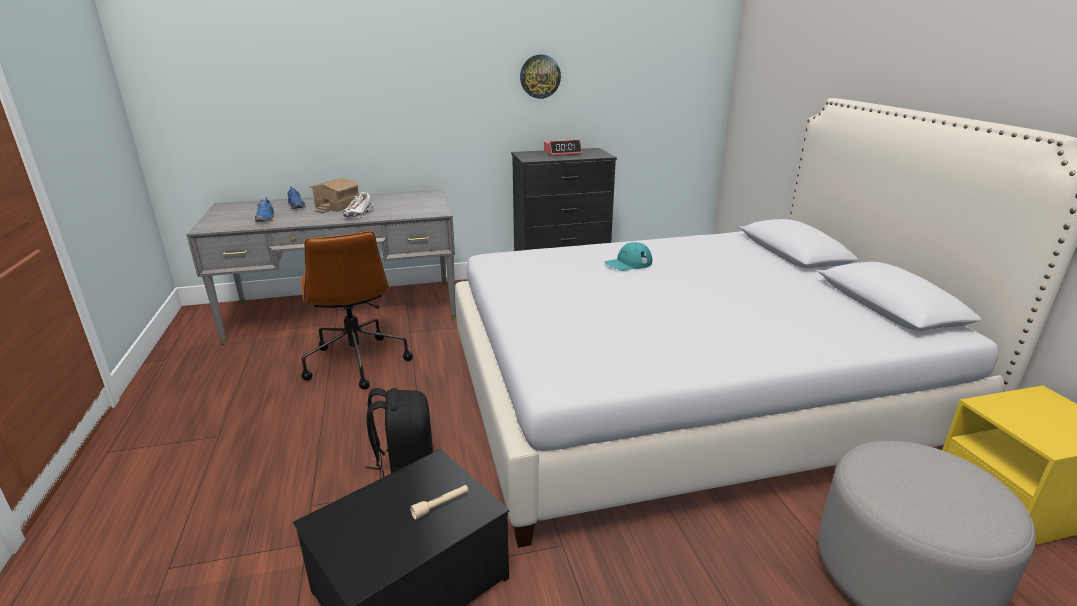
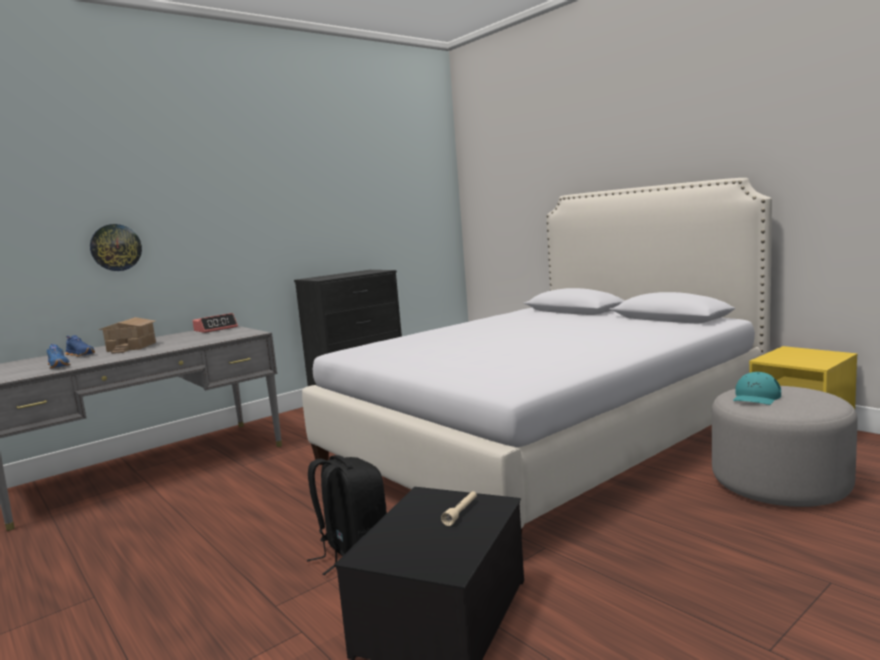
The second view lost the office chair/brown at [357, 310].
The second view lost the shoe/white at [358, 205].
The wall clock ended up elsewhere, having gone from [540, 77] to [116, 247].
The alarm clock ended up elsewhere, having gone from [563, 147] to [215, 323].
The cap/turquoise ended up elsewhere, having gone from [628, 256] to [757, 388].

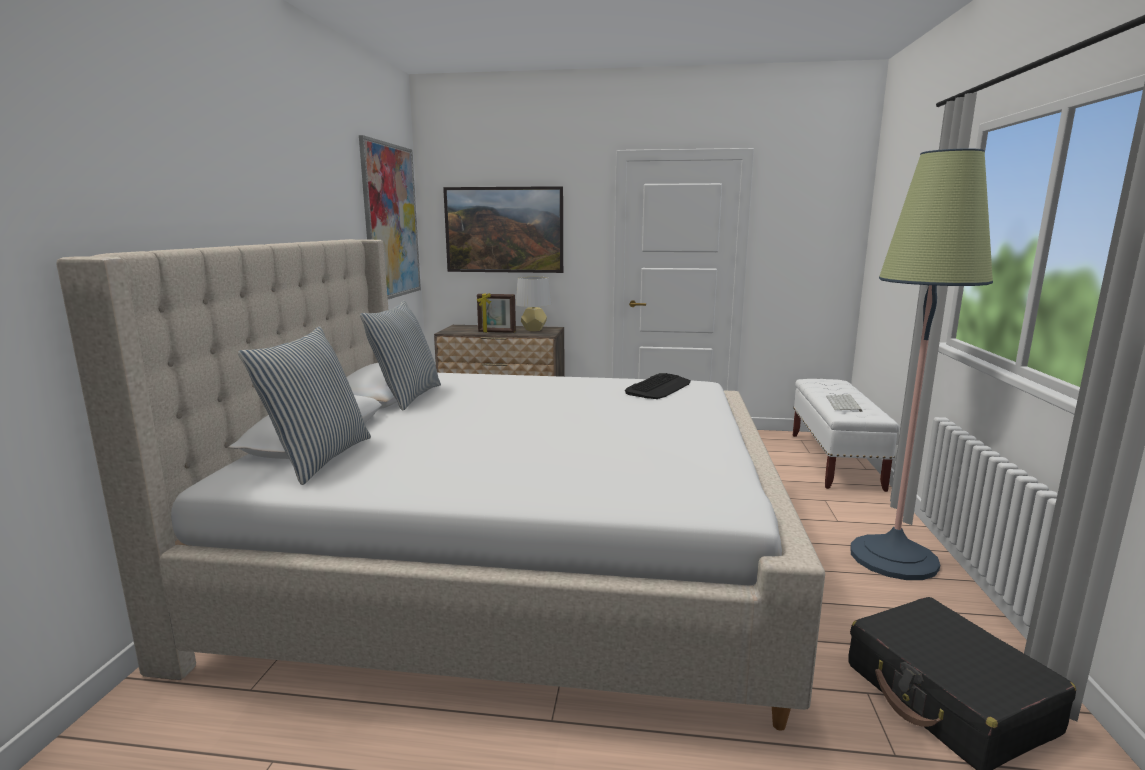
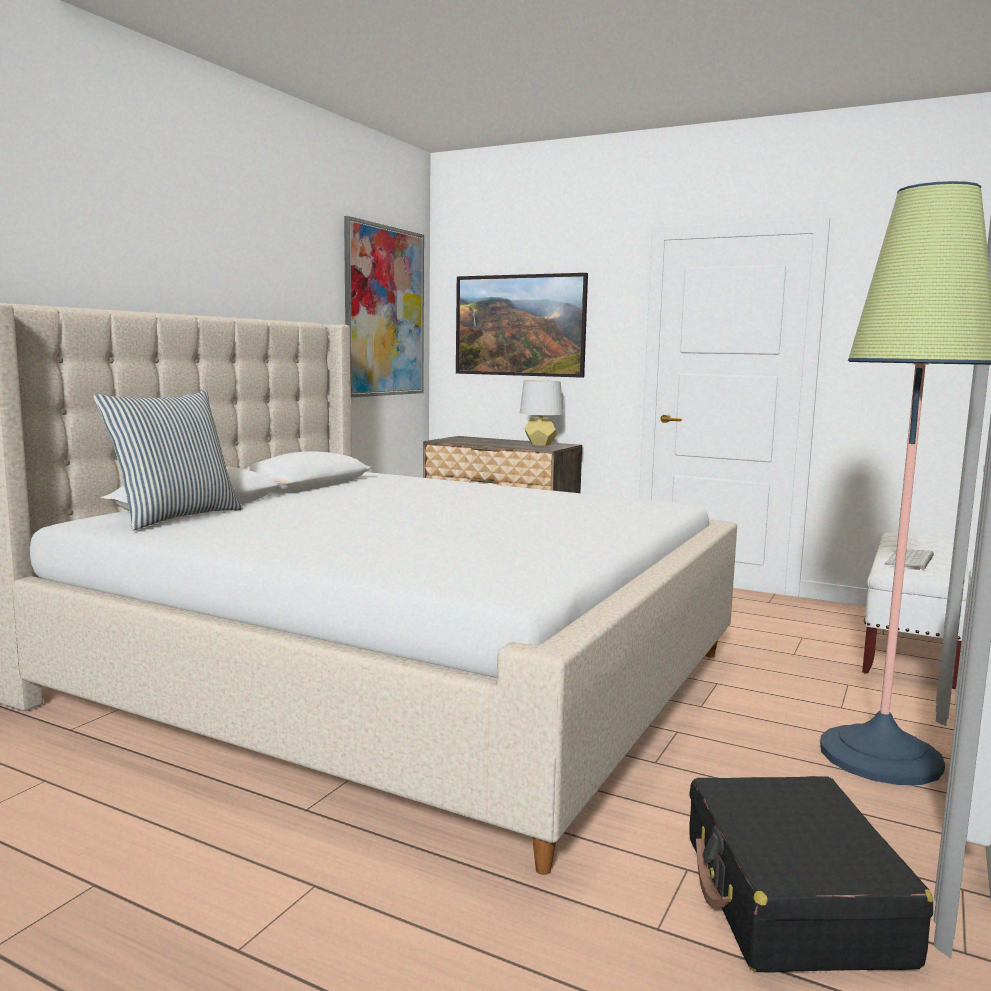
The second view lost the pillow at [400, 355].
The second view lost the picture frame at [496, 313].
The second view lost the keyboard at [658, 386].

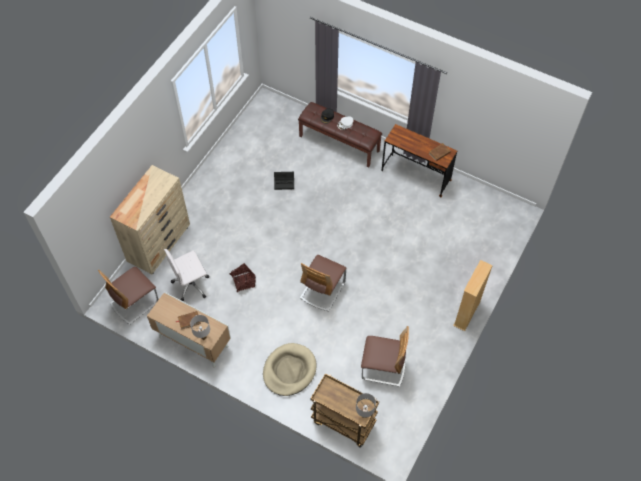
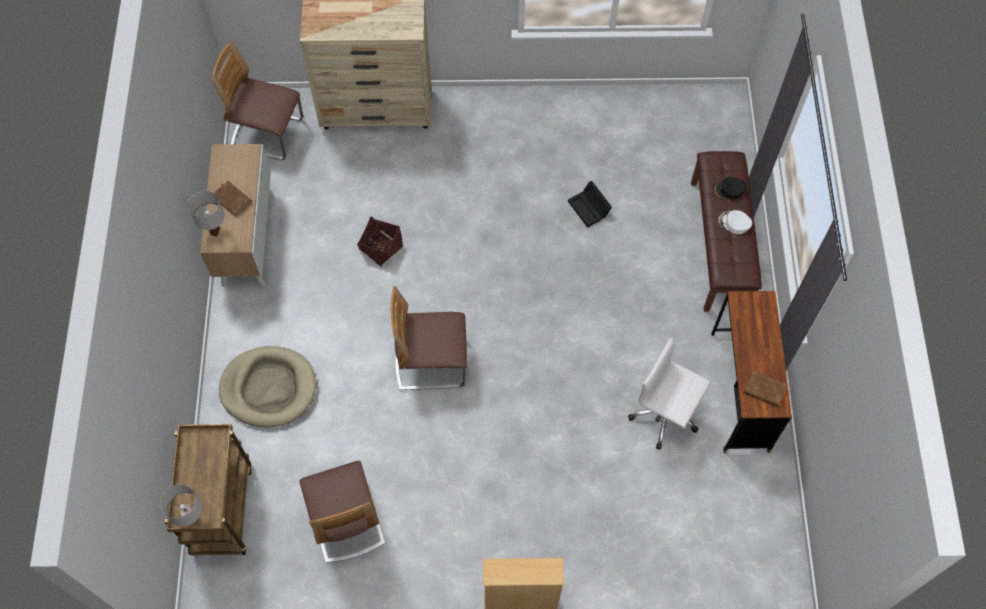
The office chair/white ended up elsewhere, having gone from [186, 275] to [669, 393].

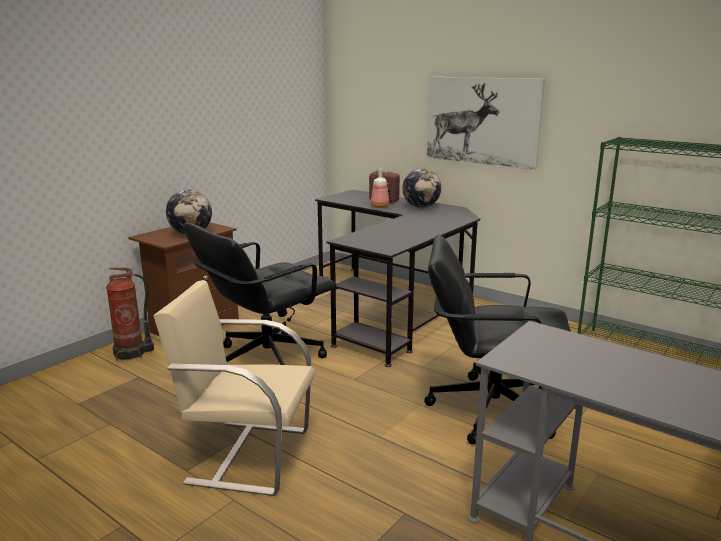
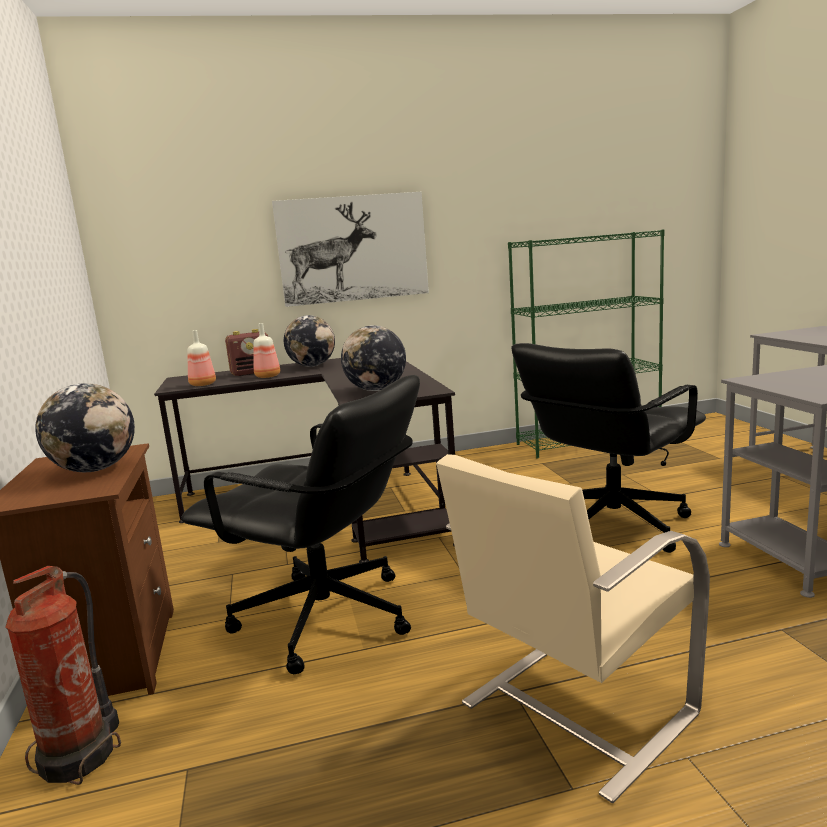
The office chair/black at [260, 294] ended up facing another way, 60 degrees counterclockwise from before.
The second view gained the bottle at [201, 358].
The second view gained the globe at [373, 358].

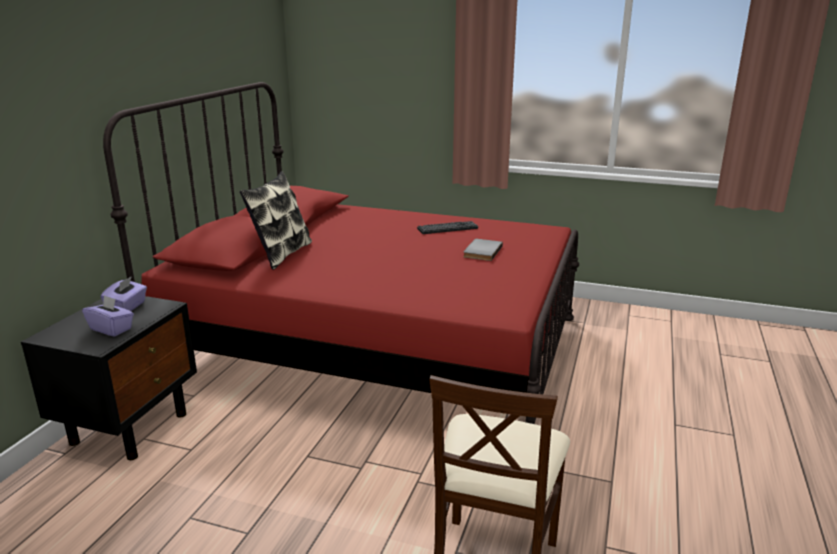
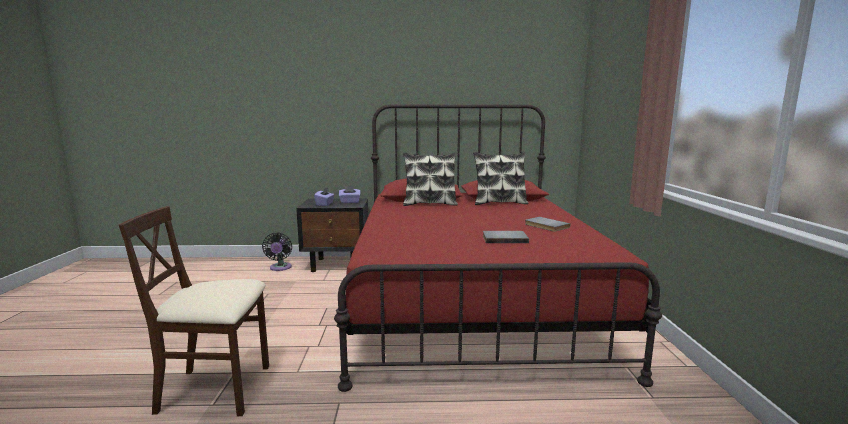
Where the keyboard stood at [447, 227], the book/grey came to stand at [547, 224].
The second view gained the fan/black at [277, 251].
The second view gained the pillow at [500, 178].

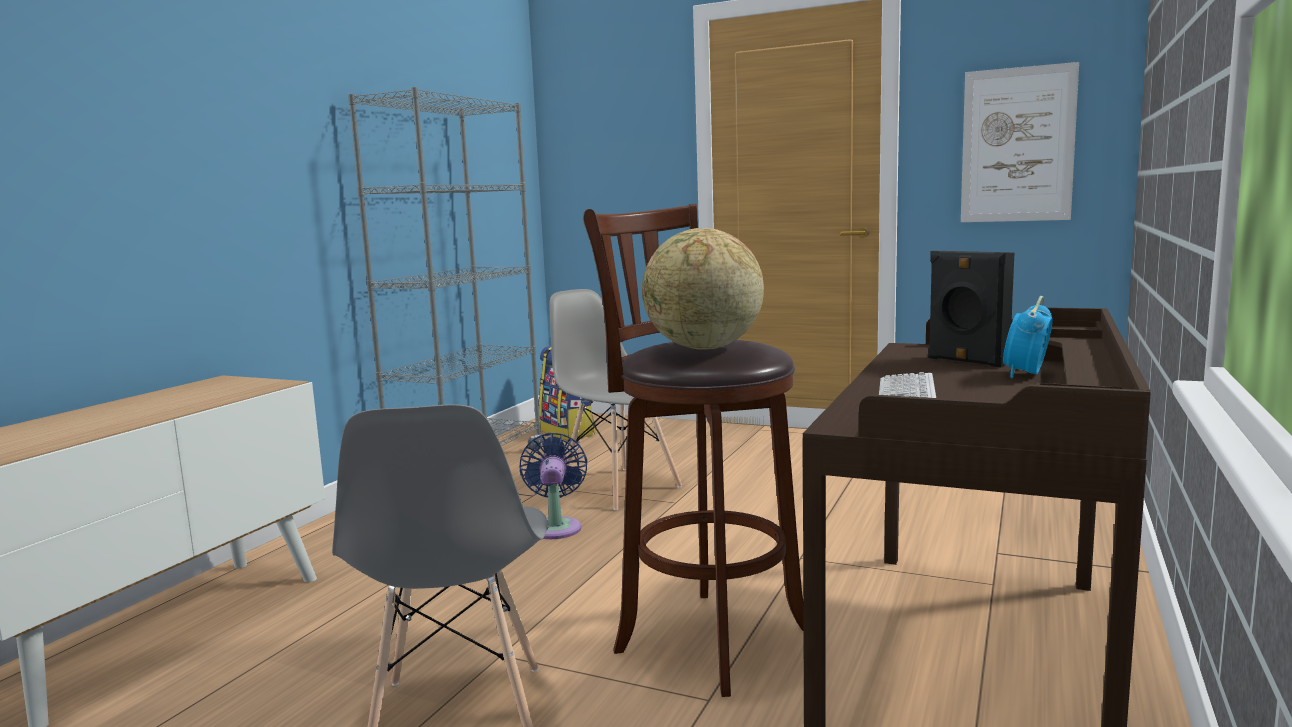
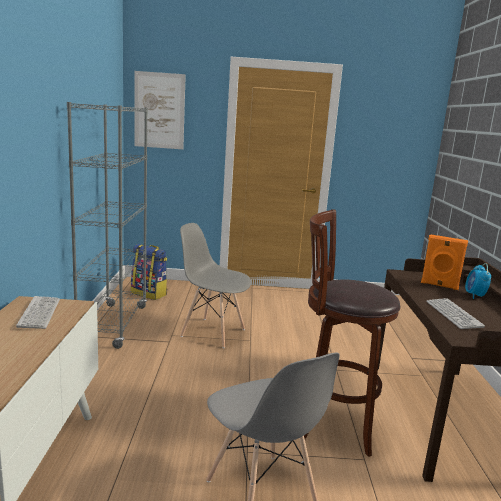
The second view lost the fan/blue at [553, 486].
The second view lost the globe at [703, 288].
What was the speaker/black at [971, 309] turned into the speaker/orange at [444, 262].
The picture ended up elsewhere, having gone from [1020, 142] to [160, 110].
The second view gained the keyboard at [38, 312].

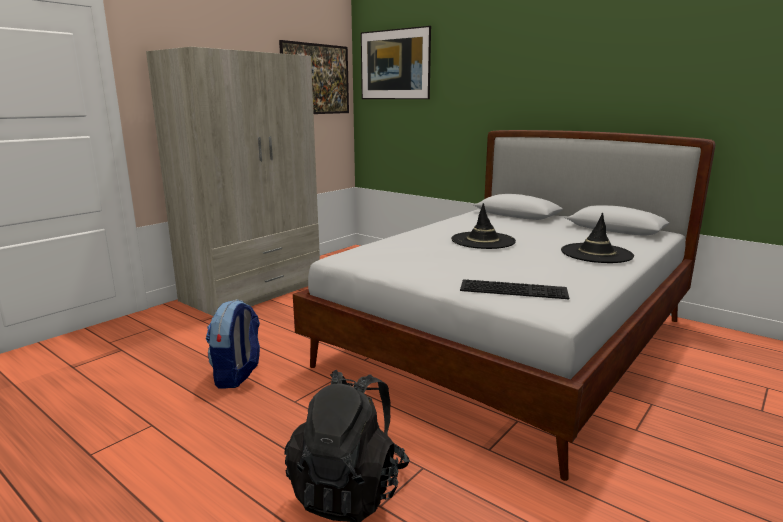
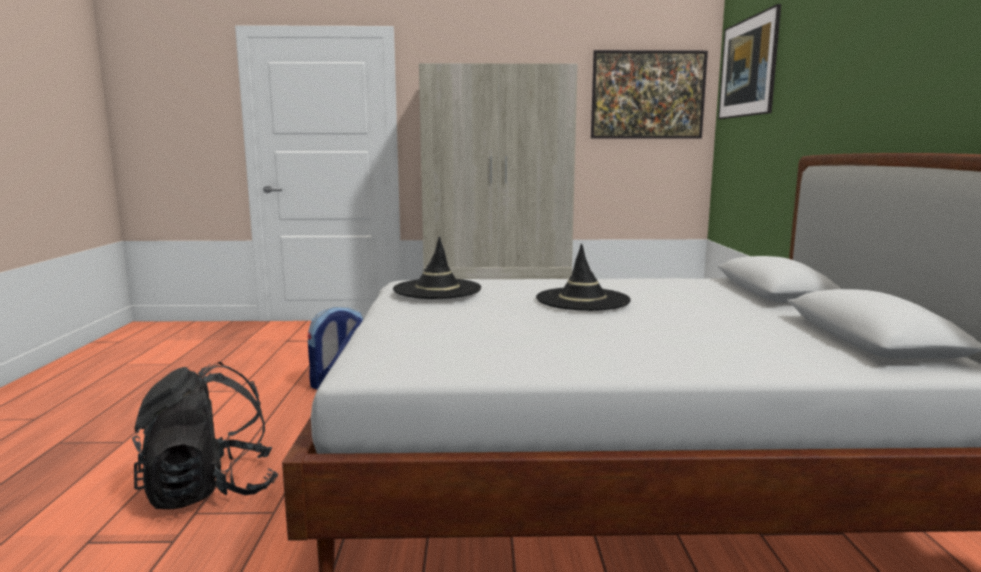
The second view lost the keyboard at [514, 289].
The hat/black ended up elsewhere, having gone from [597, 237] to [437, 267].

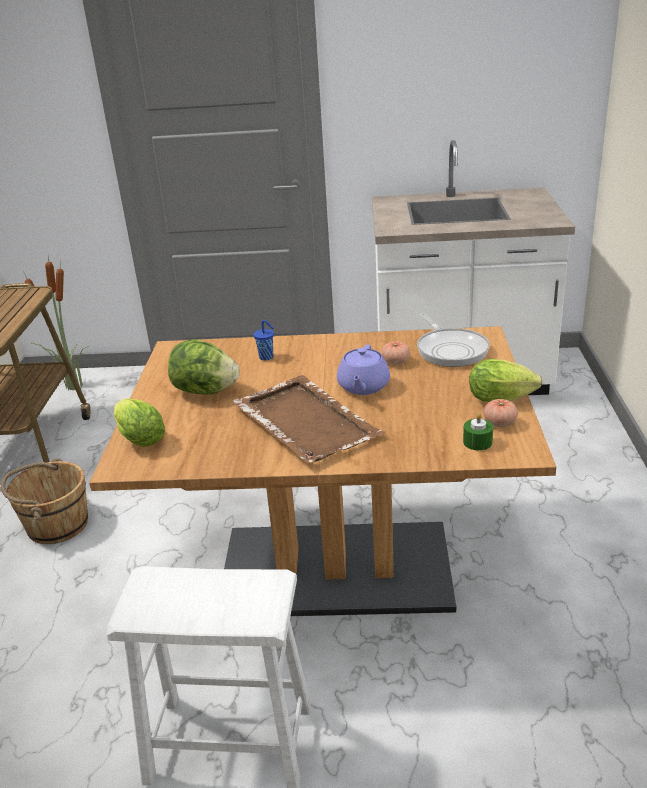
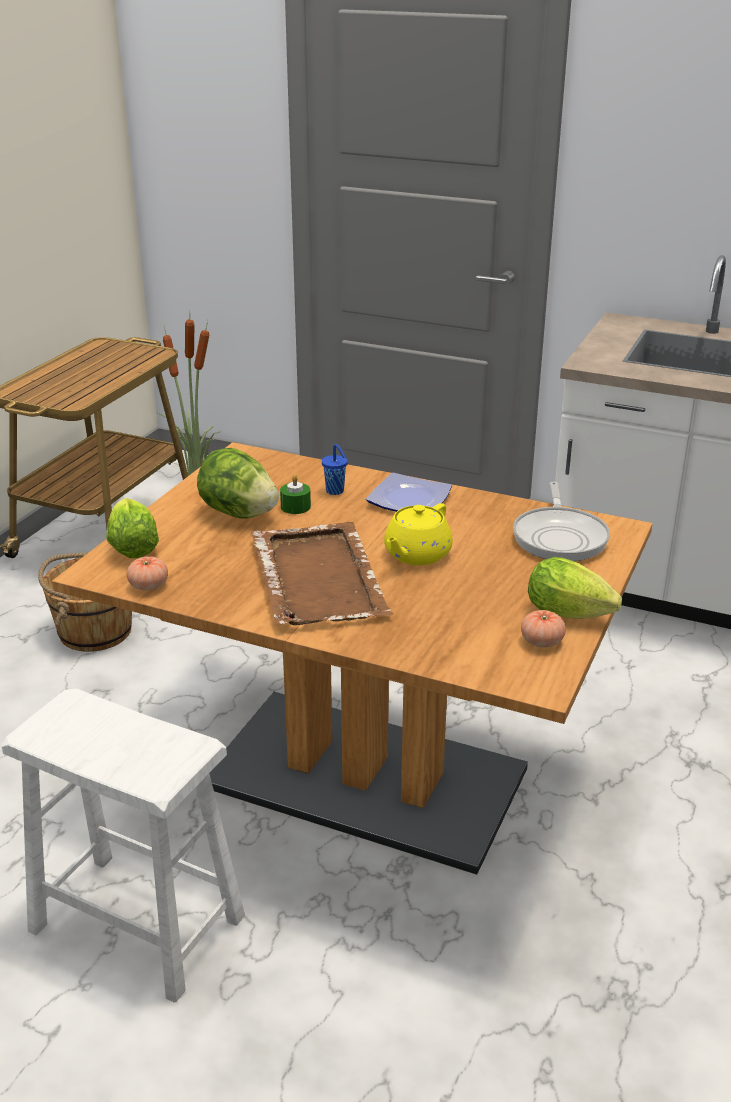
What was the teapot/purple at [363, 369] turned into the teapot/yellow at [418, 534].
The tomato ended up elsewhere, having gone from [395, 353] to [147, 574].
The candle/green ended up elsewhere, having gone from [478, 431] to [295, 494].
The second view gained the plate at [409, 492].

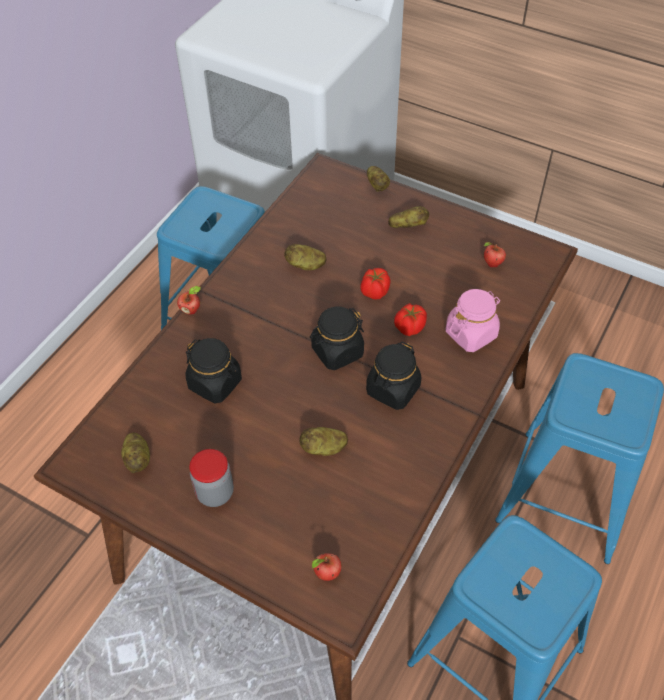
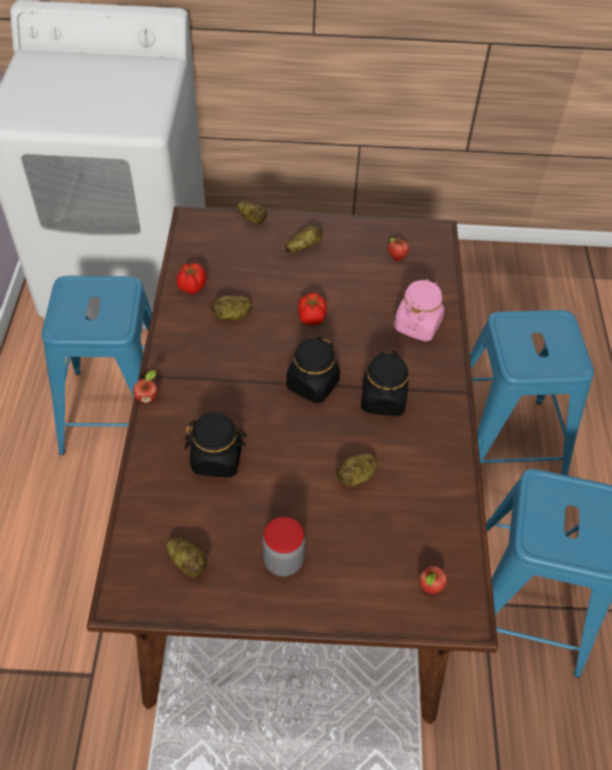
The tomato ended up elsewhere, having gone from [410, 319] to [191, 278].

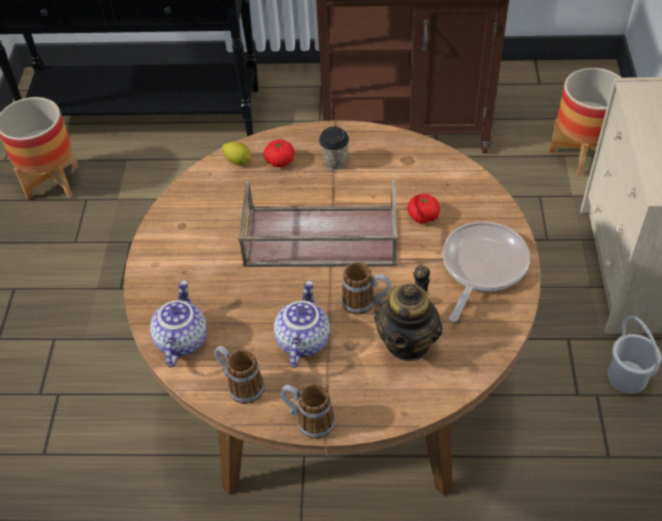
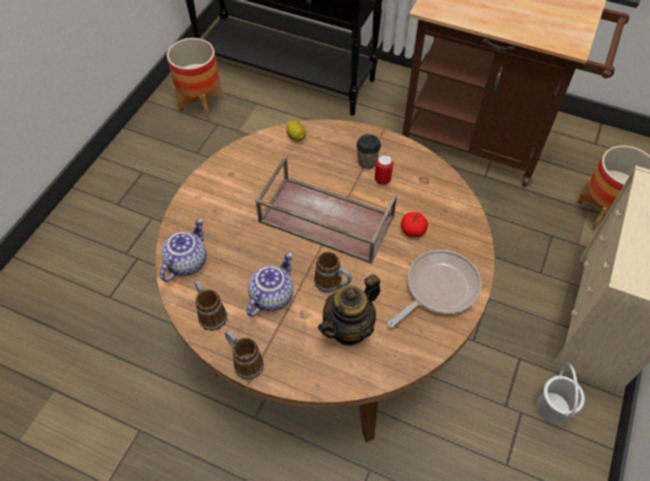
The second view lost the tomato at [279, 153].
The second view gained the can at [384, 170].

